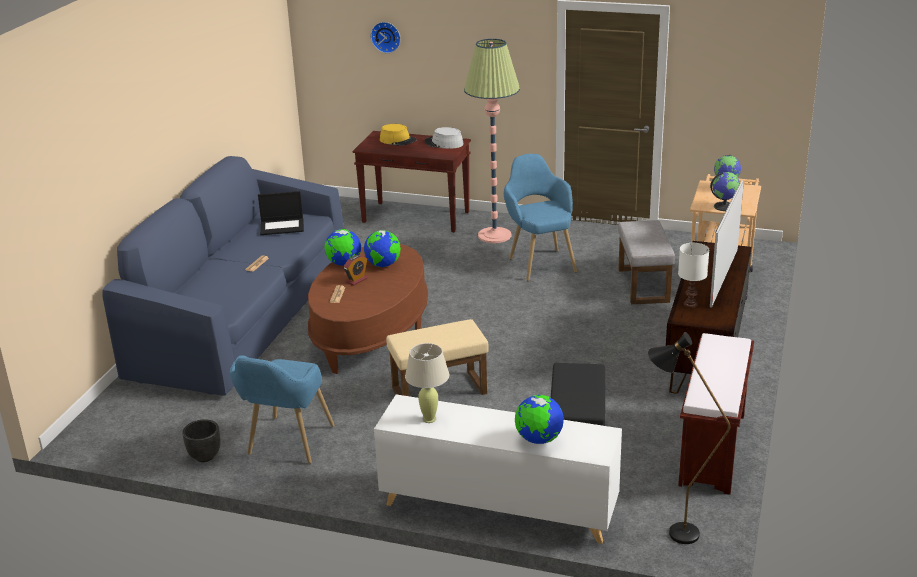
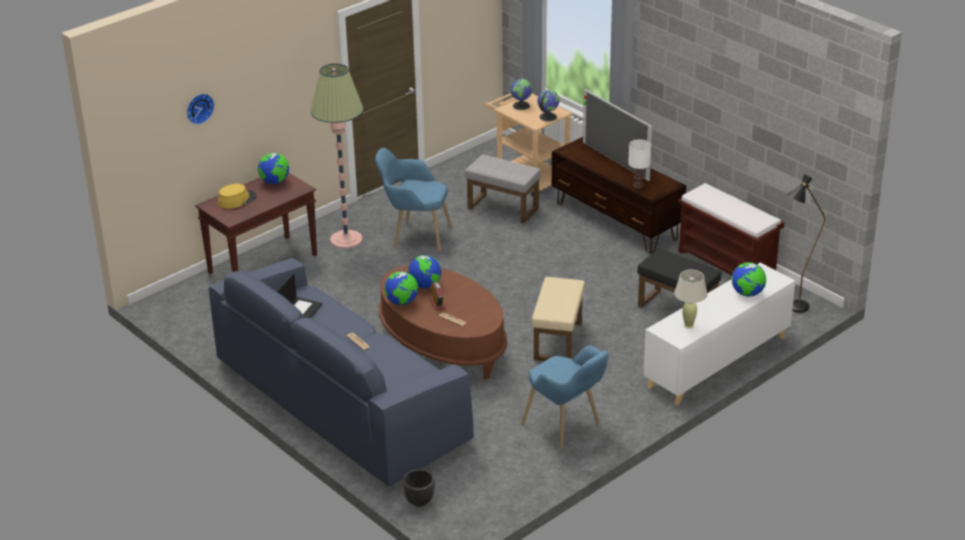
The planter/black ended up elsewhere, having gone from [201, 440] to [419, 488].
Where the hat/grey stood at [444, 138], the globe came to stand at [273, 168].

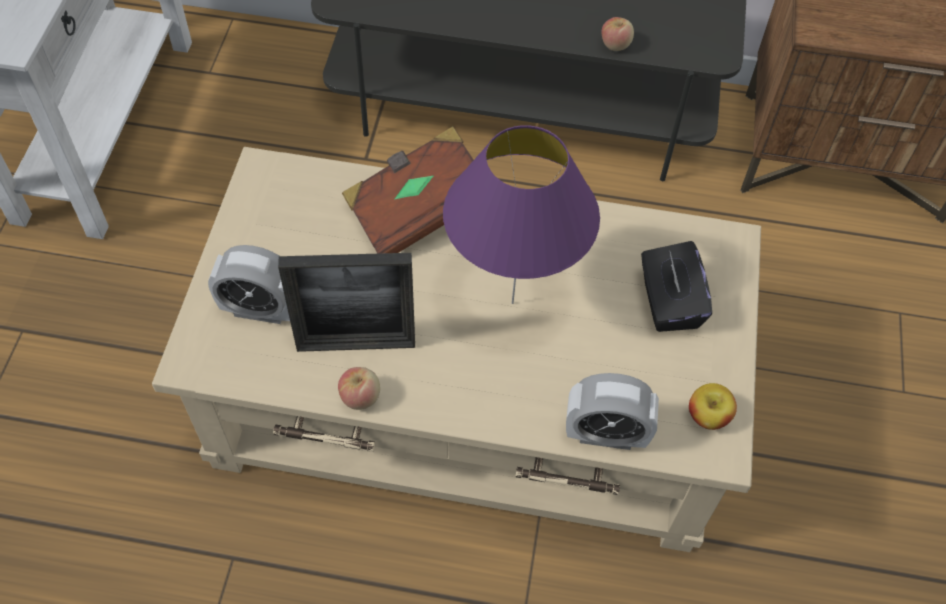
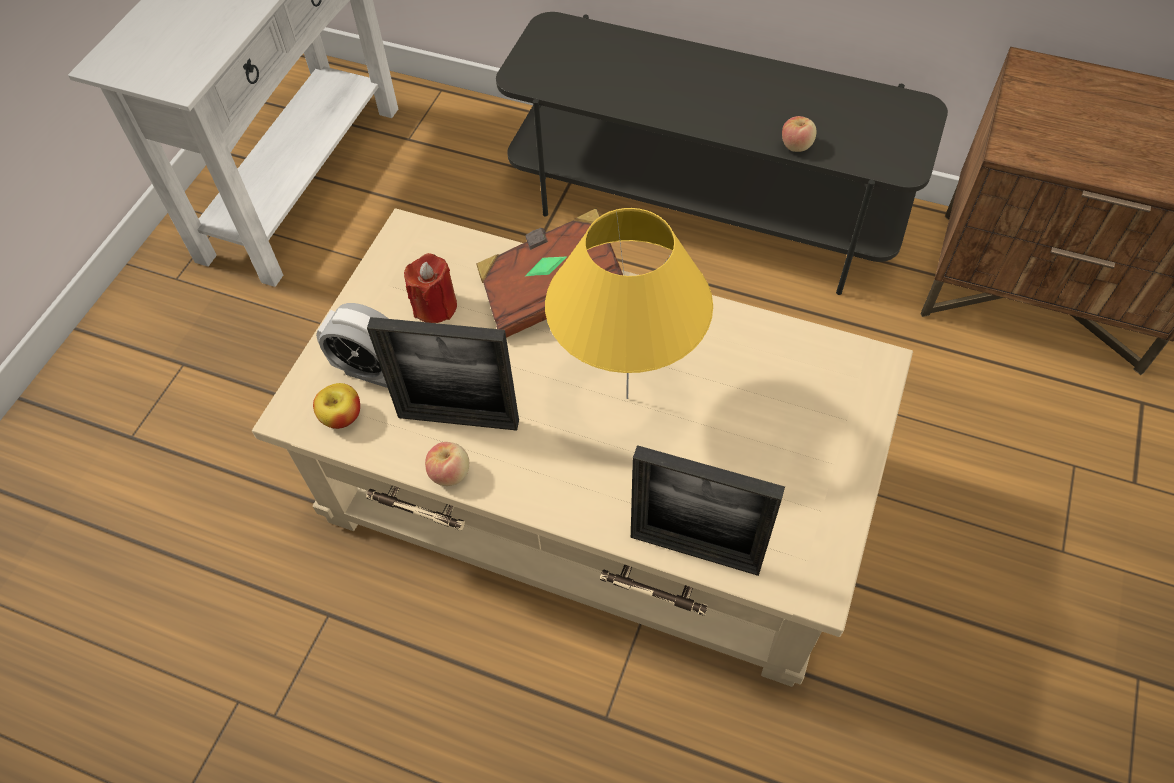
What was the table lamp/purple at [521, 214] turned into the table lamp/yellow at [629, 303].
Where the alarm clock stood at [612, 411], the picture frame came to stand at [708, 510].
The second view lost the tissue box/black at [676, 286].
The apple ended up elsewhere, having gone from [713, 406] to [336, 406].
The second view gained the candle/red at [430, 288].

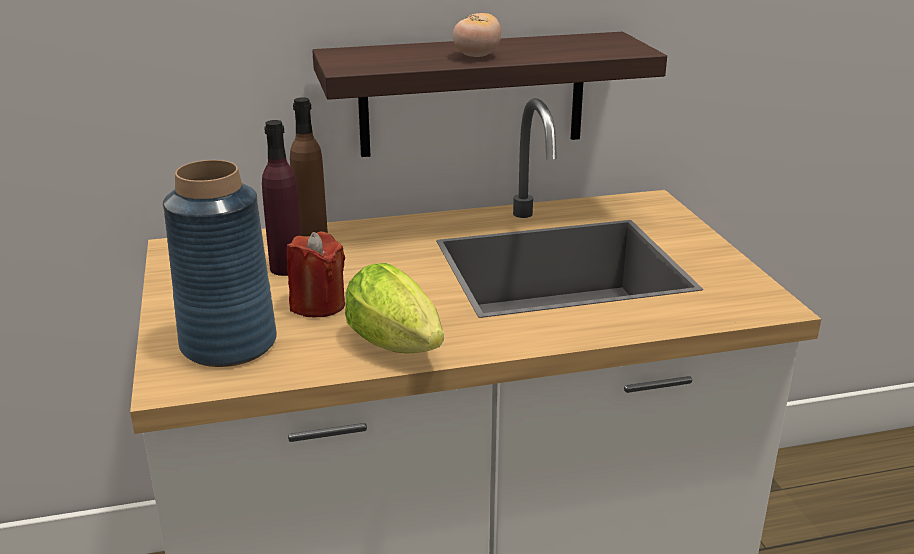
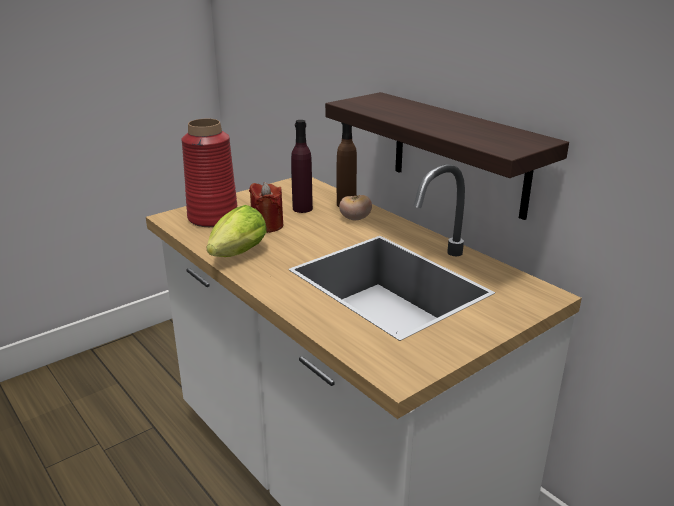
What was the vase/blue at [220, 263] turned into the vase/red at [209, 173].
The tomato ended up elsewhere, having gone from [477, 35] to [355, 207].

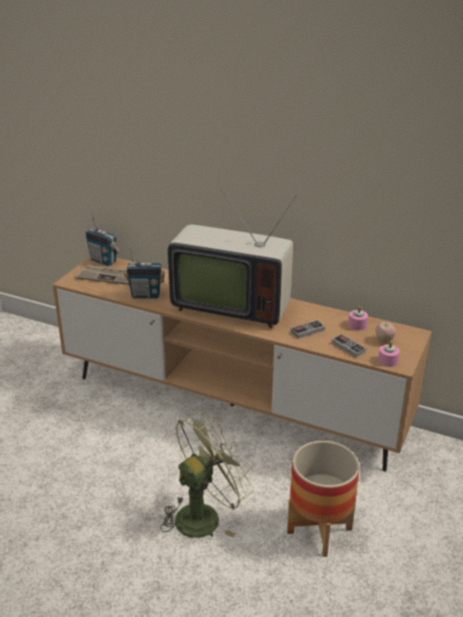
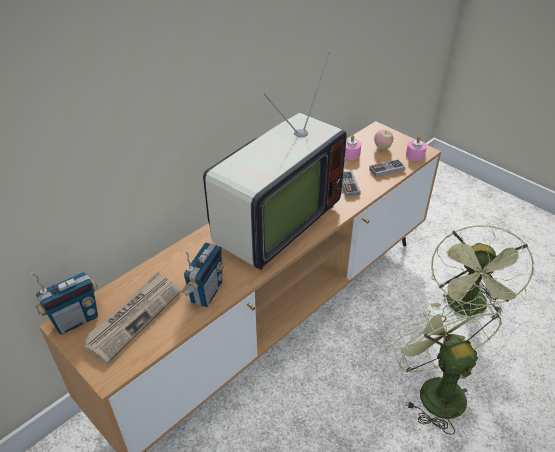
Where the planter stood at [323, 499], the fan/green came to stand at [482, 270].

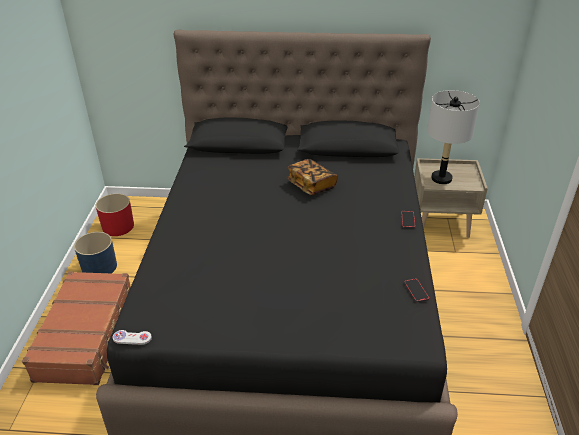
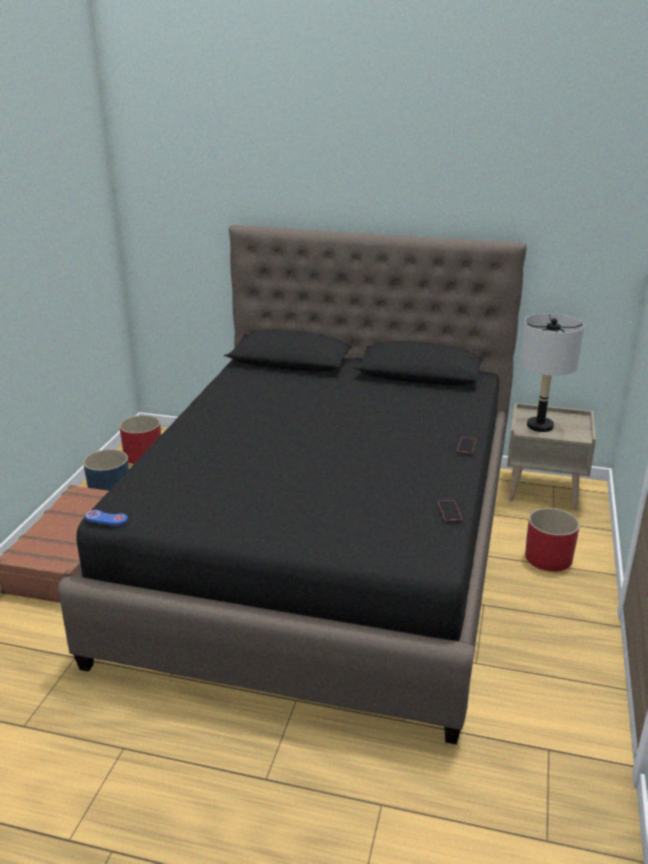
What was the game controller/white at [132, 337] turned into the game controller/blue at [106, 518].
The second view lost the book at [312, 177].
The second view gained the planter/red at [552, 540].

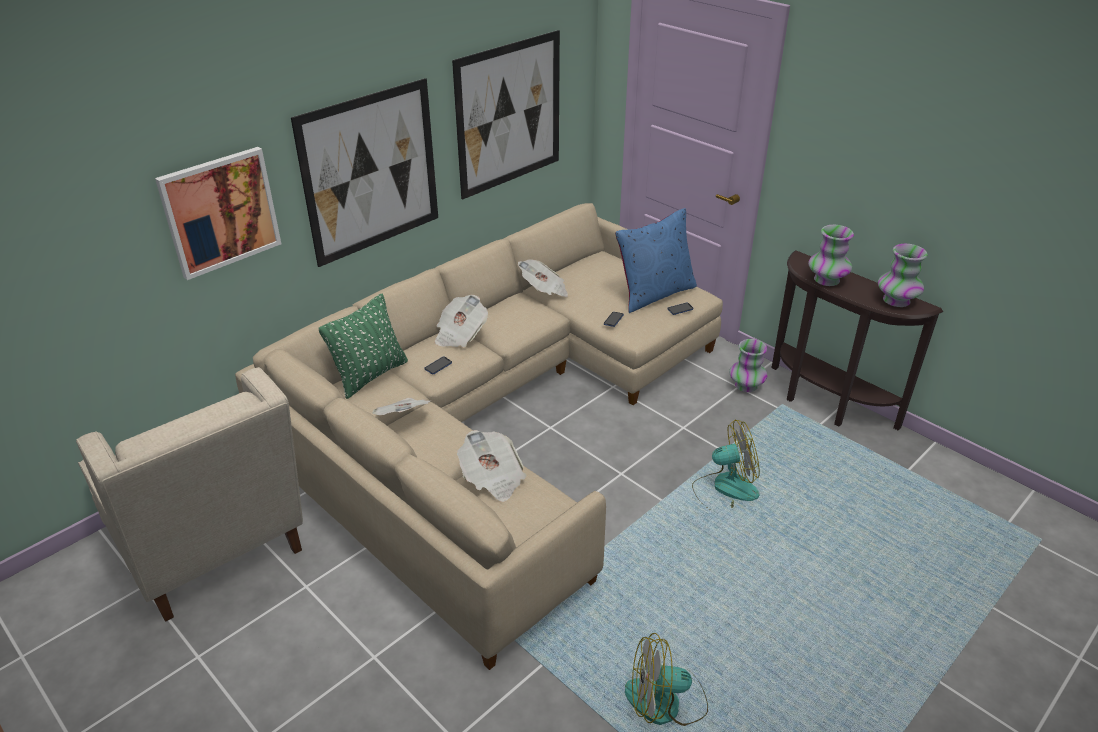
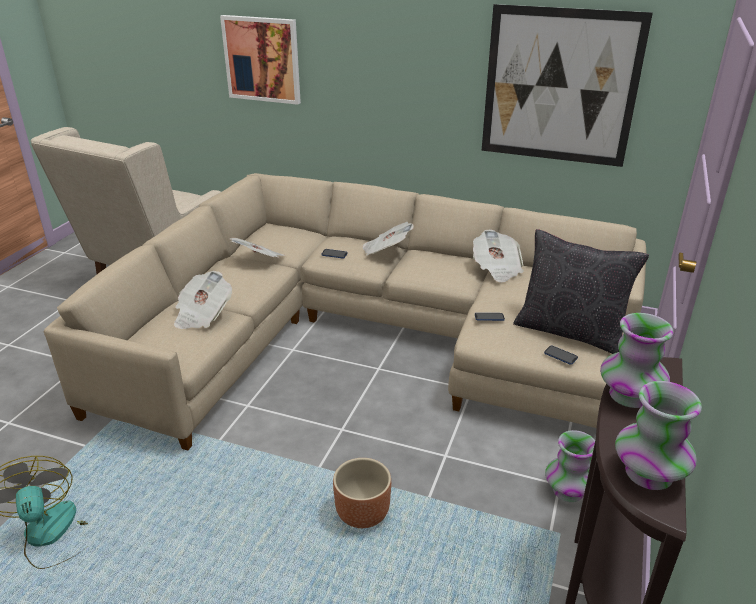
The second view lost the picture at [364, 172].
The second view lost the pillow/green at [363, 346].
What was the pillow/blue at [656, 260] turned into the pillow/black at [581, 291].
Where the fan stood at [726, 464], the planter/brown came to stand at [362, 493].

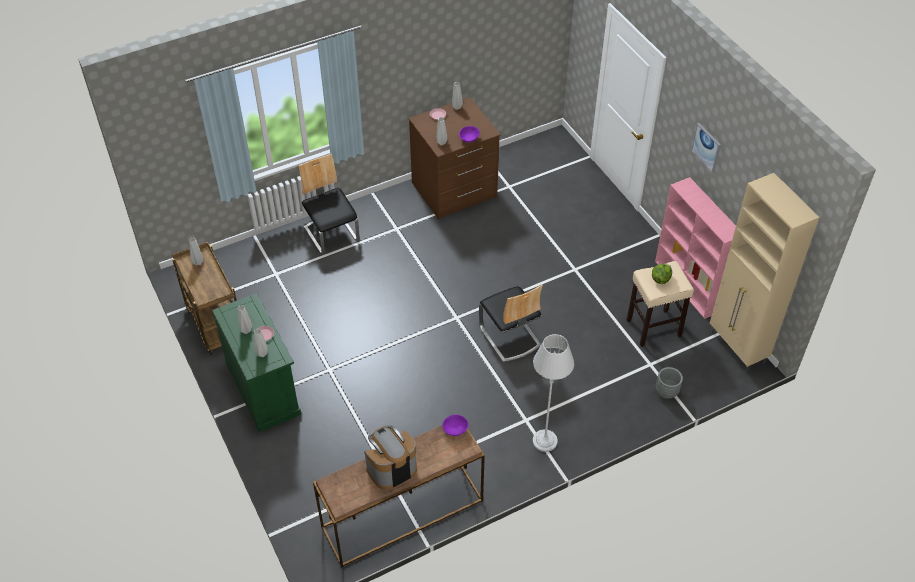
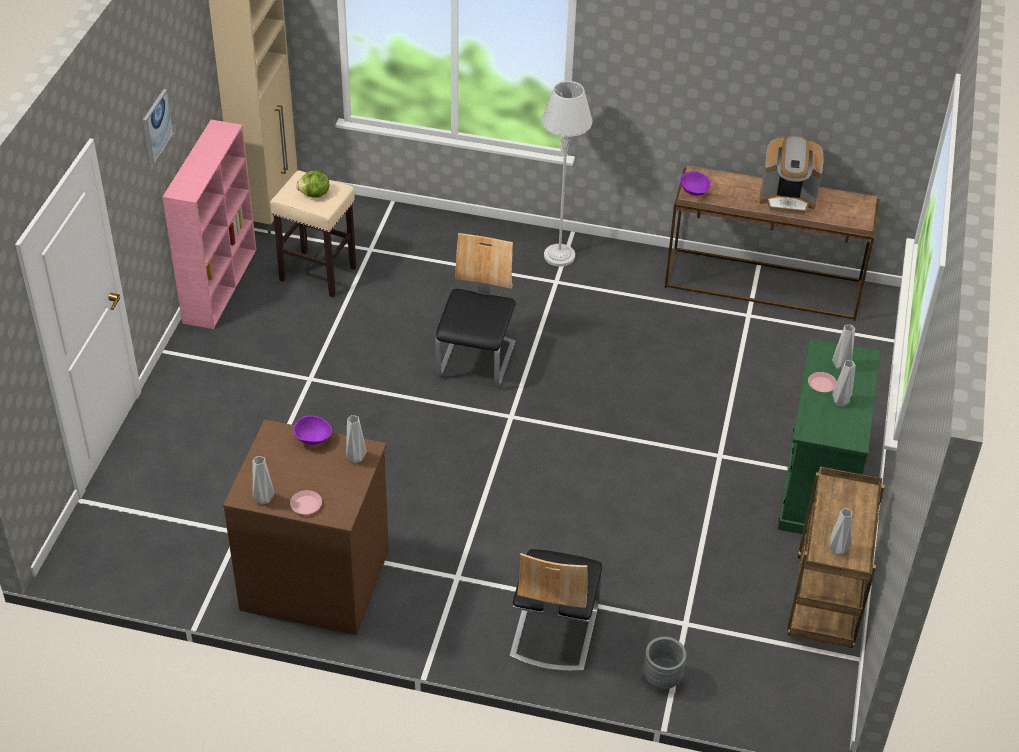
The planter/grey ended up elsewhere, having gone from [669, 383] to [664, 663].

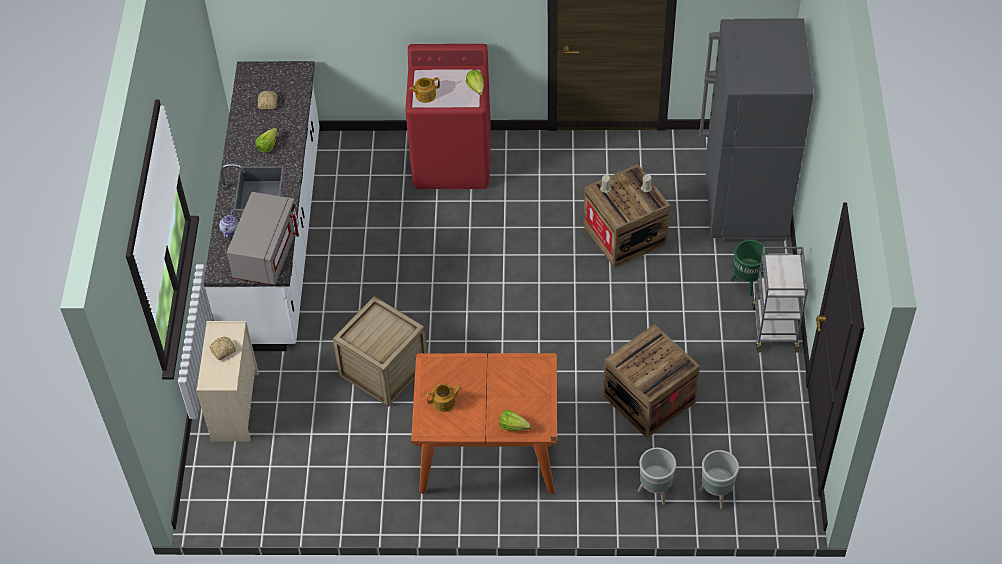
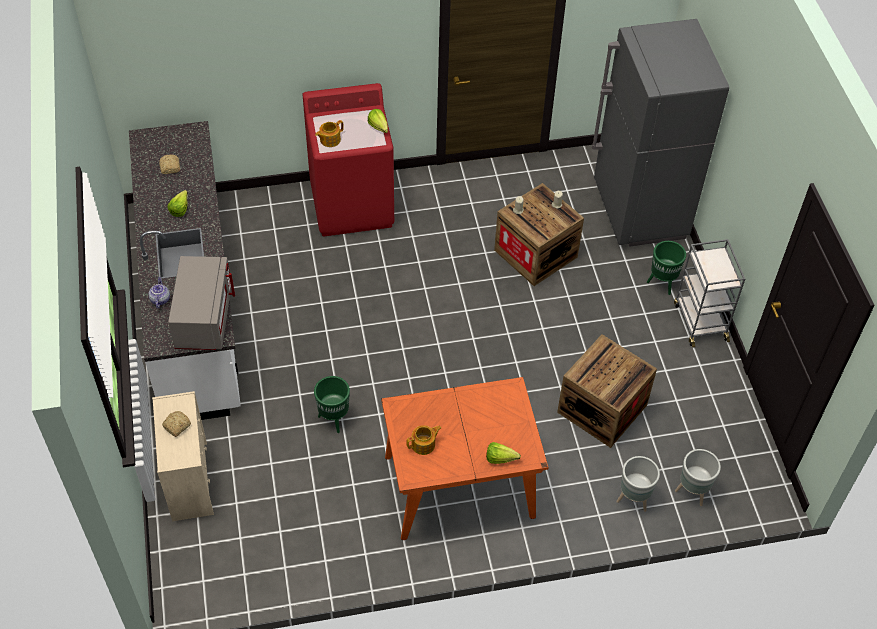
Where the crate stood at [379, 351], the planter/green came to stand at [332, 404].

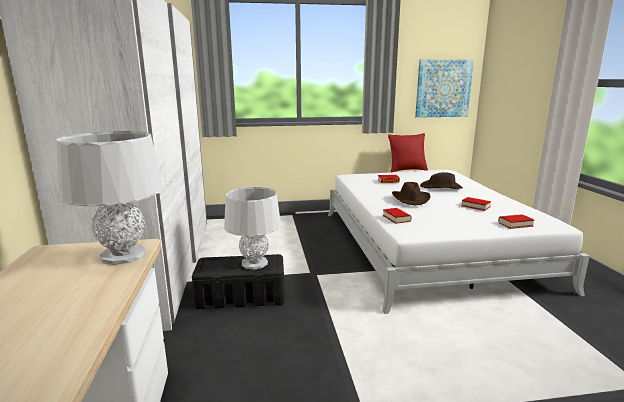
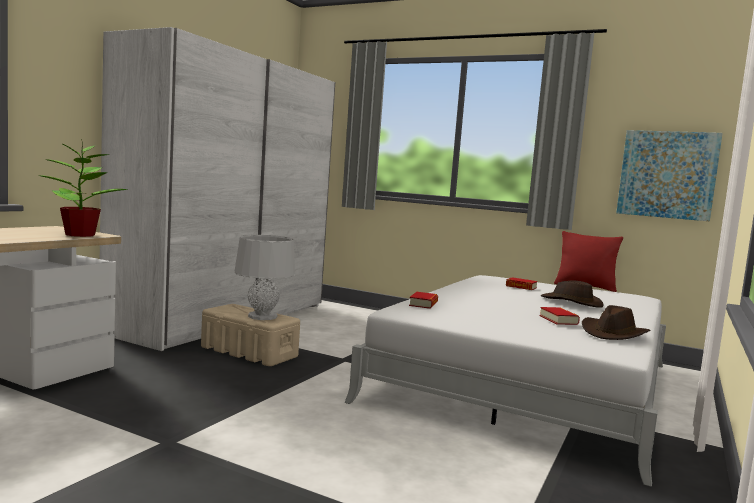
Where the table lamp/grey stood at [109, 198], the potted plant came to stand at [83, 188].
What was the storage box/black at [238, 281] turned into the storage box/beige at [250, 335].
The hat/brown ended up elsewhere, having gone from [411, 193] to [616, 322].
The second view lost the book at [516, 221].

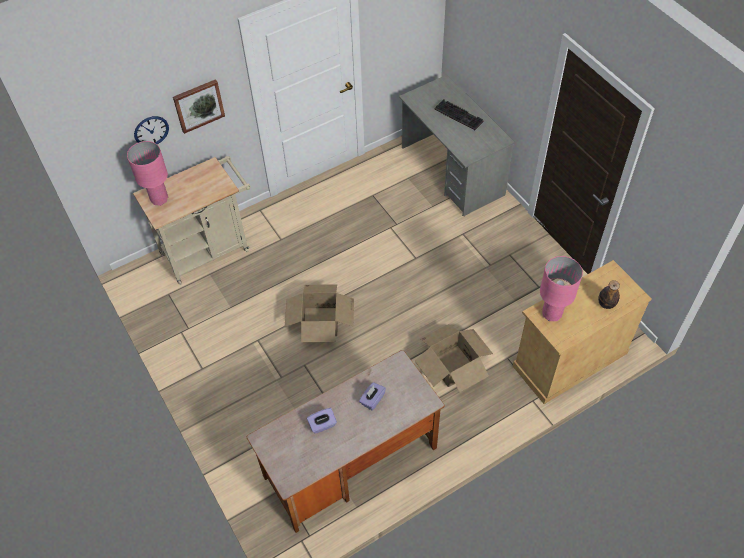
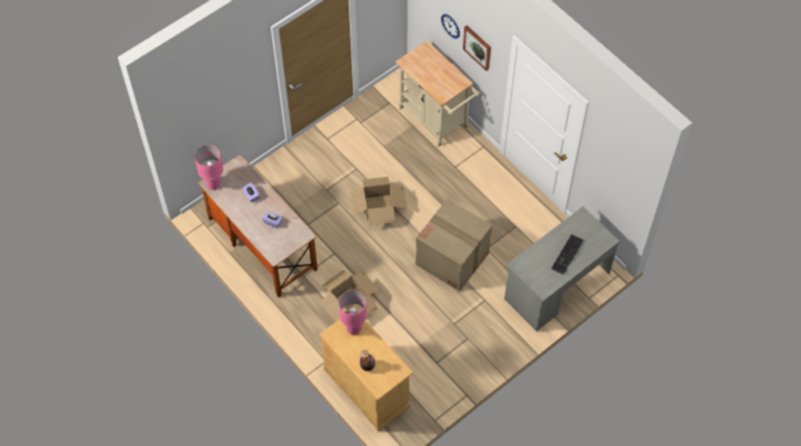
The table lamp/pink ended up elsewhere, having gone from [147, 173] to [208, 167].
The second view gained the cardboard box at [454, 246].

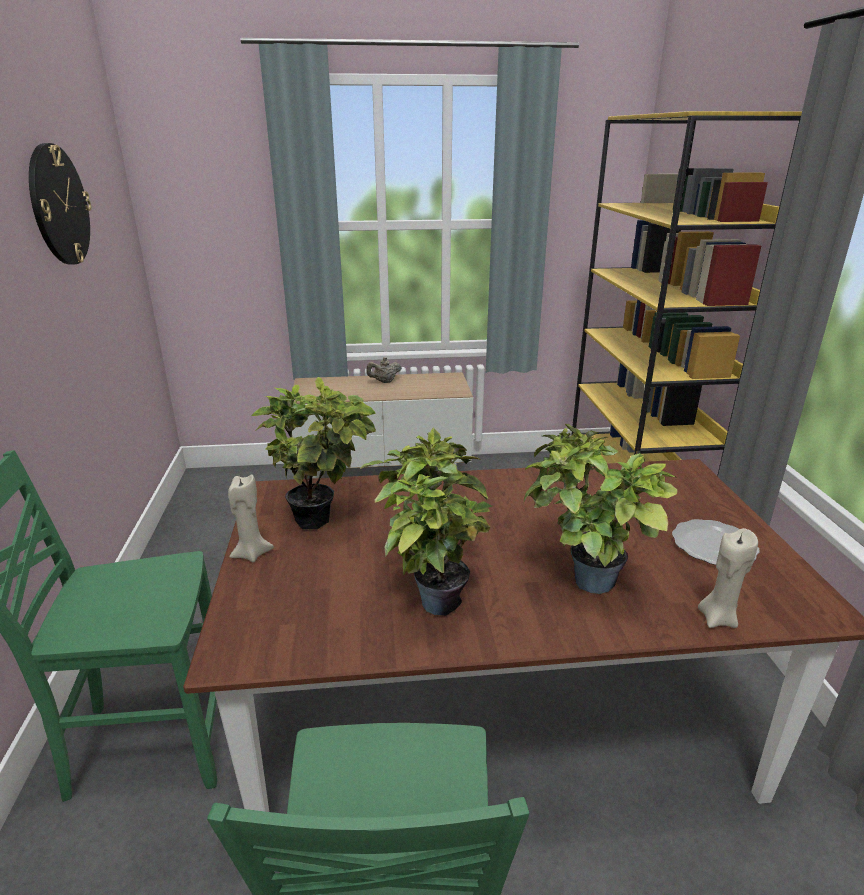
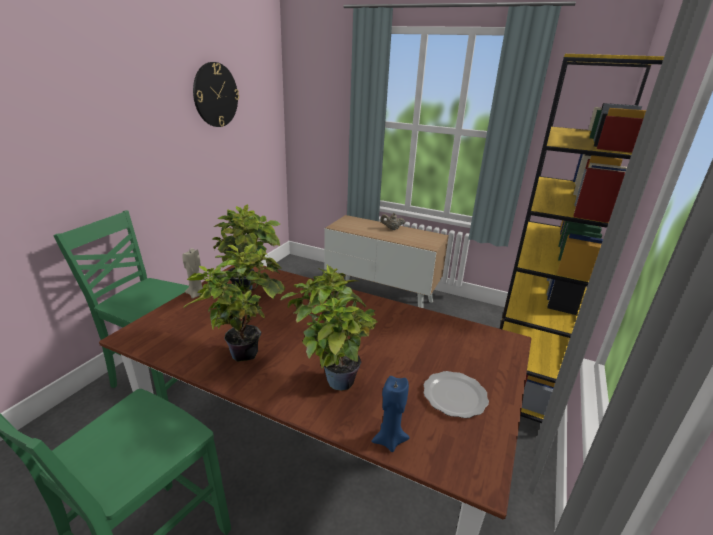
What was the candle/beige at [728, 578] turned into the candle/blue at [390, 414].

